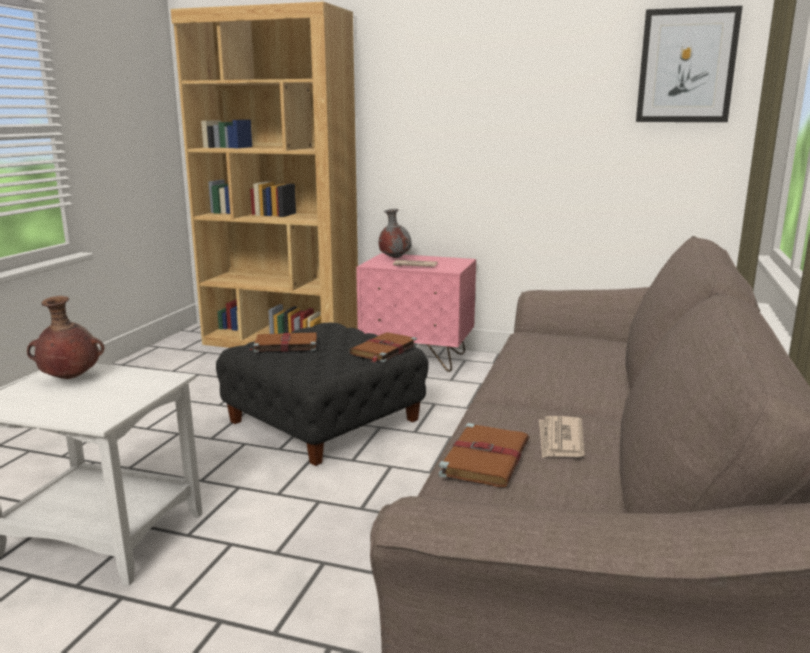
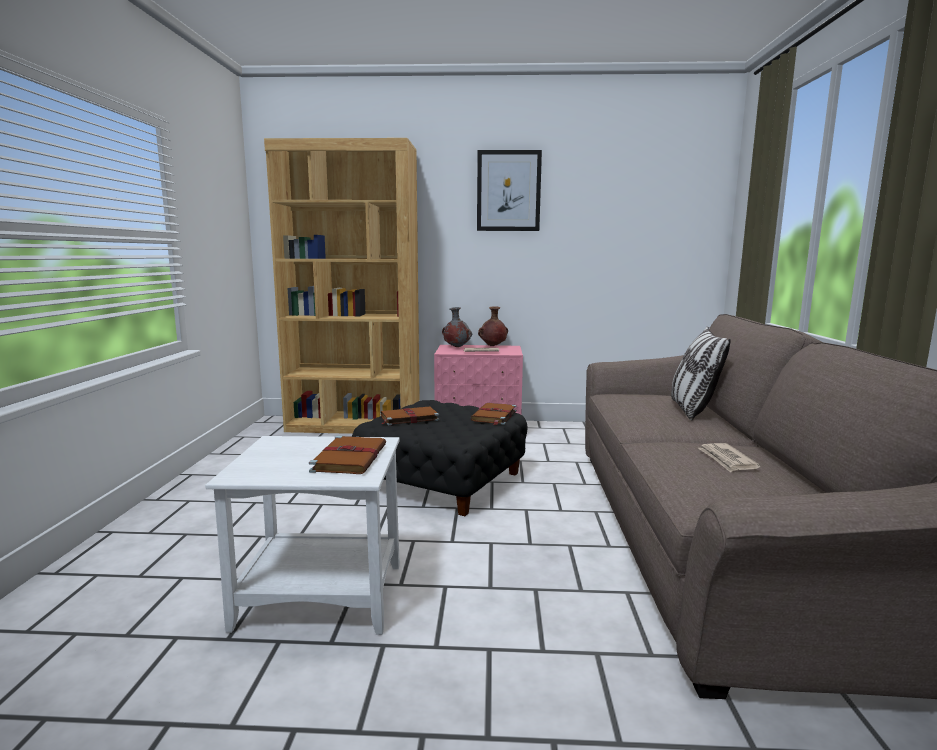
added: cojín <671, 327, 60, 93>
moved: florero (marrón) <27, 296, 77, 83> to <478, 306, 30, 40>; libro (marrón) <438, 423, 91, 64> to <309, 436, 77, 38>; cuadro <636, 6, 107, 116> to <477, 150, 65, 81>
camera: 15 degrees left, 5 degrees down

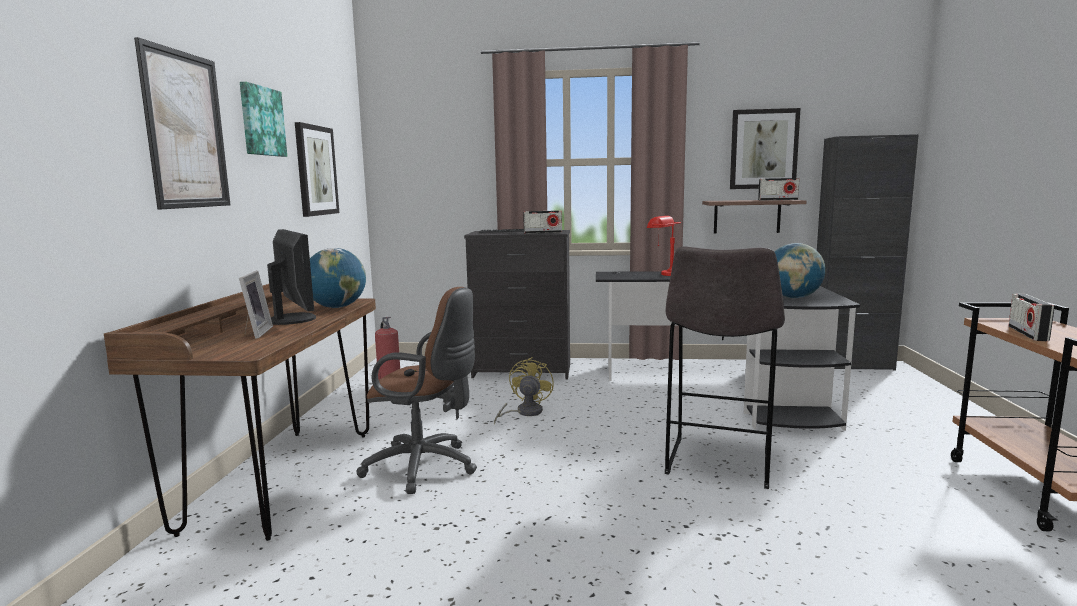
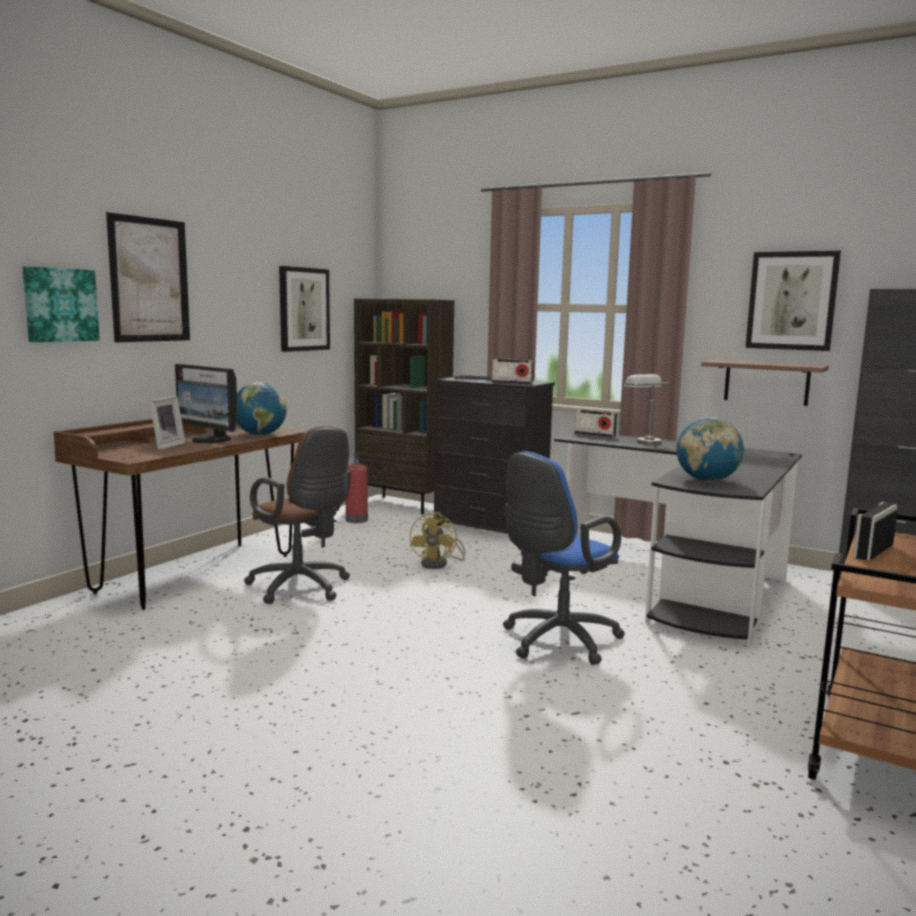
added: estantería (marrón) <354, 298, 100, 216>
moved: cuadro <240, 82, 47, 75> to <22, 266, 78, 76>; radio <758, 178, 42, 23> to <575, 409, 42, 28>
replaced: taburete (gris) <665, 246, 120, 243> to silla de oficina (azul) <503, 451, 122, 214>
recoloured: lámpara de mesa (rojo) <647, 216, 34, 60> to lámpara de mesa (gris) <624, 374, 46, 71>
turned: monitor <267, 229, 49, 96> = <175, 364, 63, 79> 135 degrees clockwise; ventilador (amarillo) <494, 357, 60, 67> = <410, 512, 56, 57> 150 degrees clockwise
camera: 25 degrees right, 0 degrees up

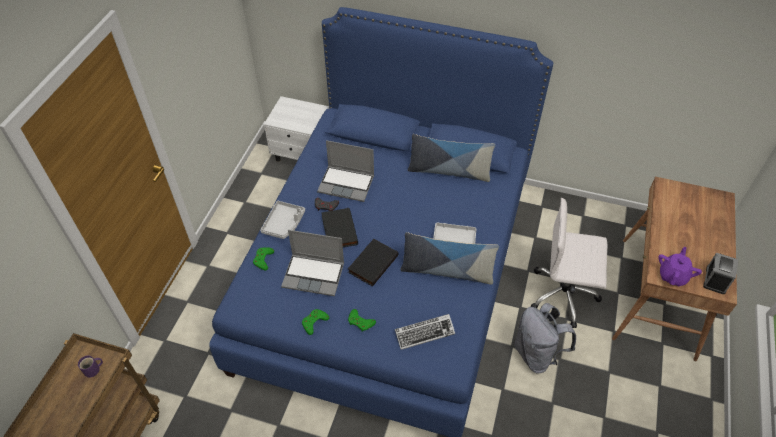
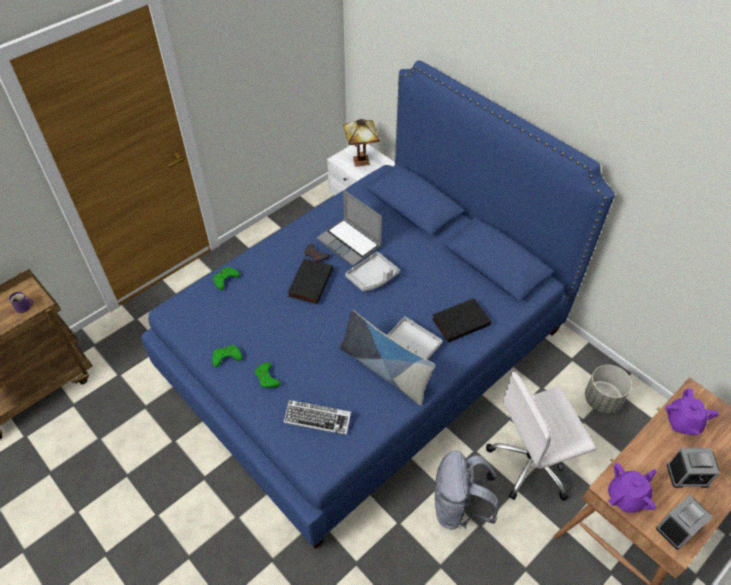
removed: portátil <281, 230, 63, 66>; cojín <408, 134, 87, 48>
added: lámpara de mesa <343, 119, 37, 47>; maceta (gris) <585, 365, 47, 48>; tetera (morado) <665, 388, 54, 47>; despertador <667, 448, 53, 40>
moved: bandeja (gris) <260, 201, 45, 38> to <345, 252, 55, 39>; libro (negro) <348, 239, 51, 47> to <432, 298, 59, 44>
turned: silla de oficina (blanco) <531, 198, 76, 130> = <486, 372, 110, 129> 60 degrees counterclockwise
camera: 30 degrees right, 0 degrees up

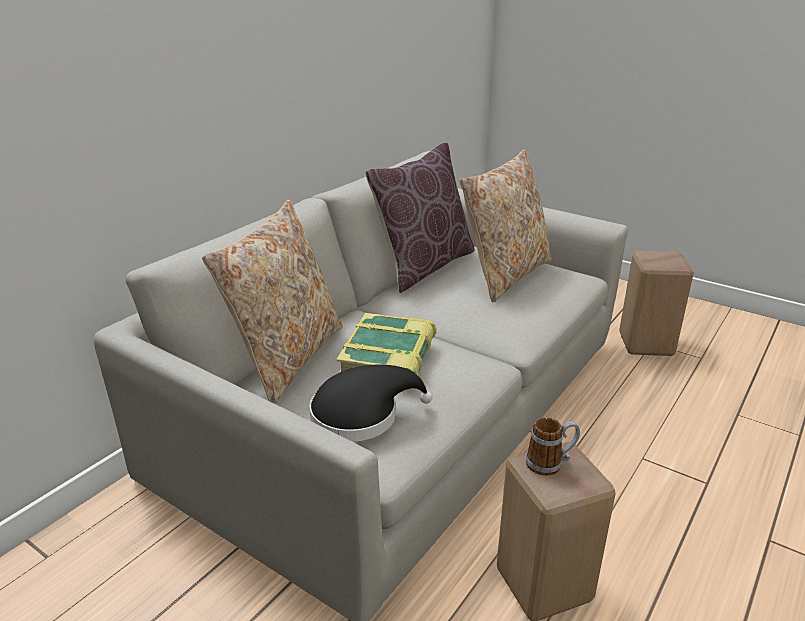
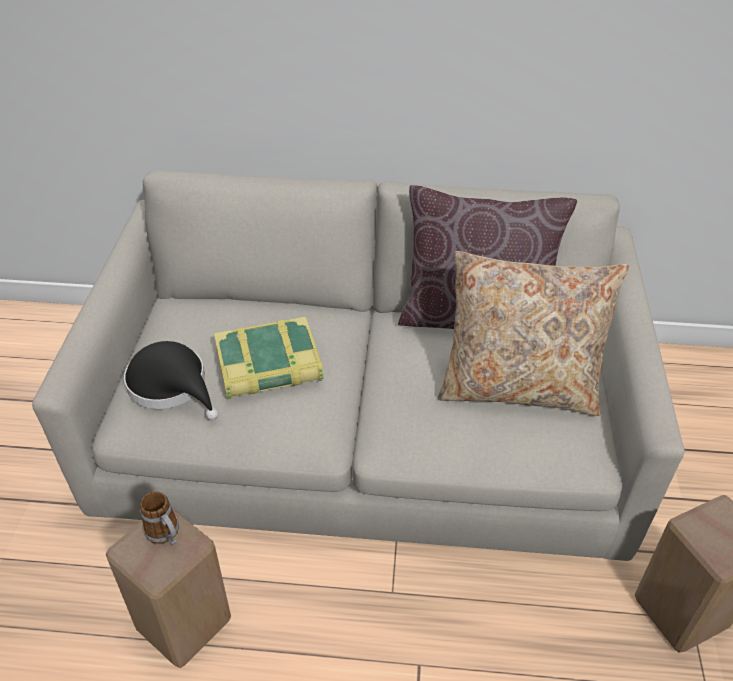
removed: cojín (beis) <202, 199, 141, 205>
camera: 60 degrees right, 15 degrees up

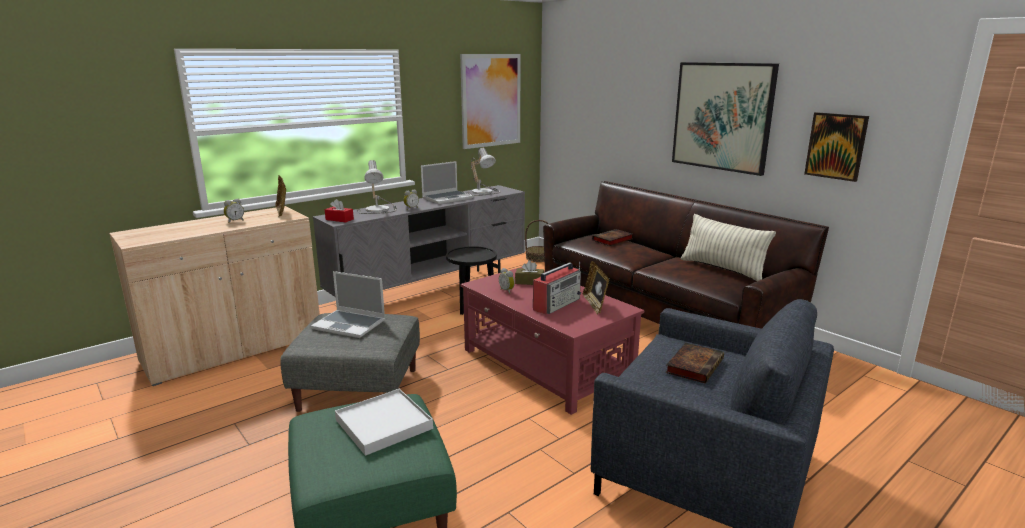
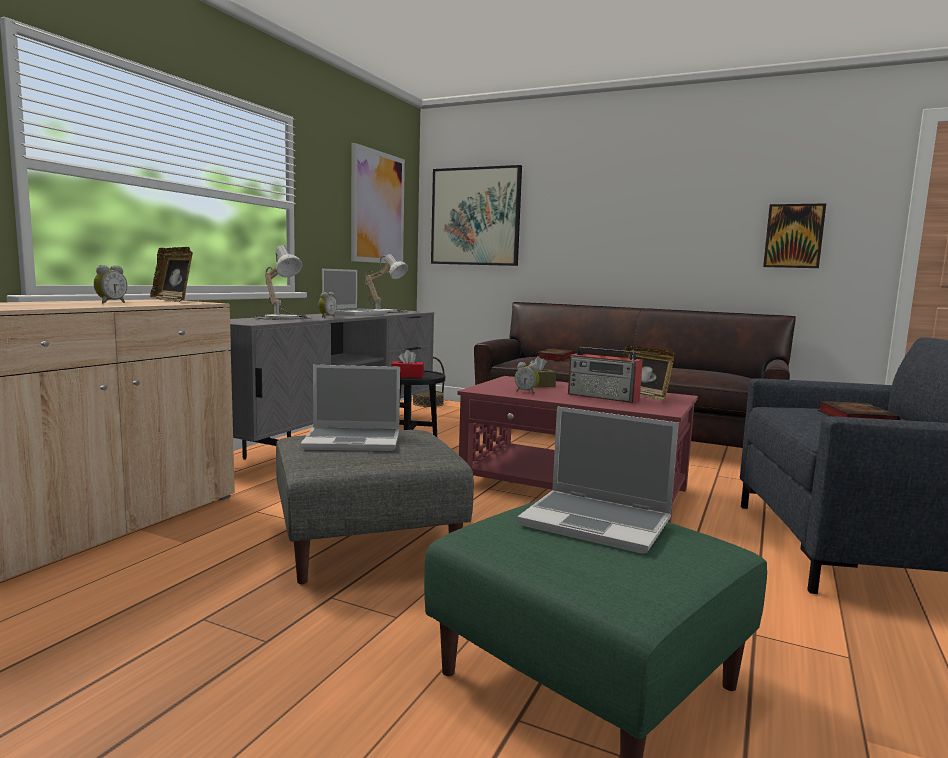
removed: cojín <681, 214, 95, 67>
moved: caja de pañuelos (rojo) <325, 199, 29, 24> to <391, 350, 33, 28>; cuadro <672, 62, 107, 114> to <431, 165, 91, 101>
replaced: bandeja (blanco) <335, 389, 98, 67> to portátil <517, 406, 162, 148>
turned: radio <533, 262, 48, 53> = <568, 347, 75, 56> 105 degrees clockwise
camera: 25 degrees left, 10 degrees down

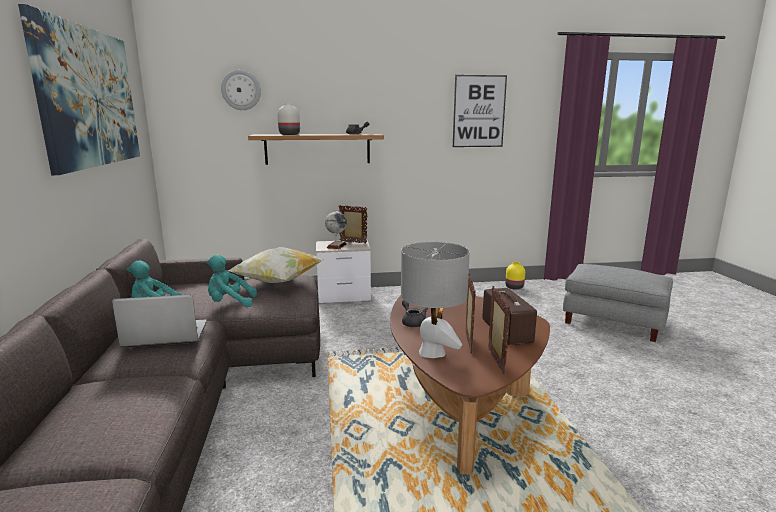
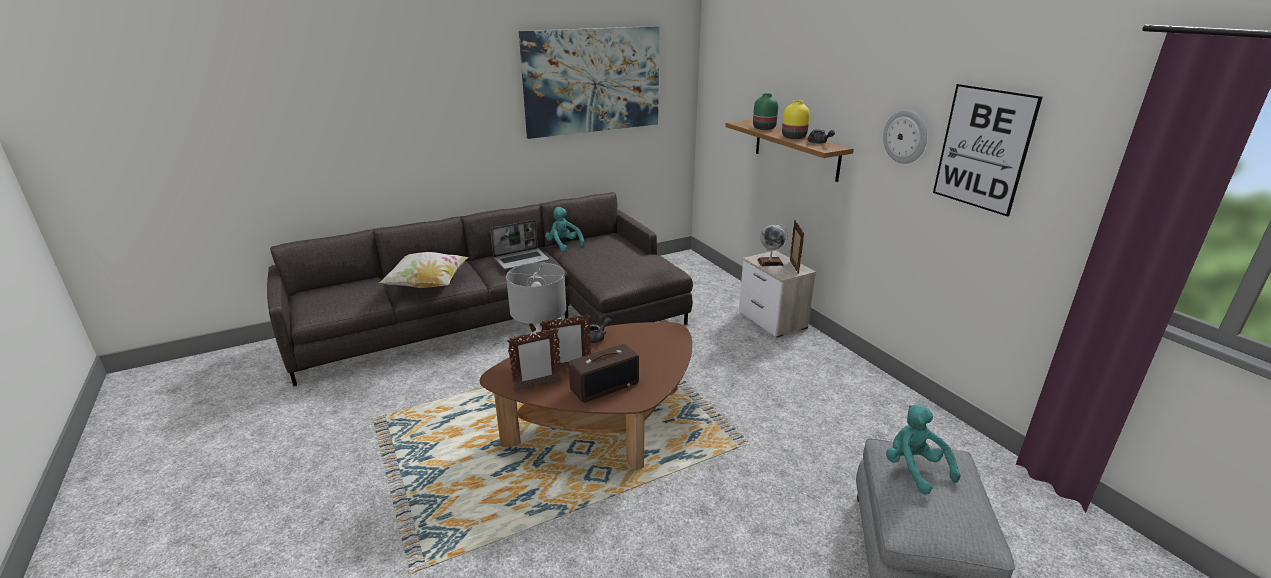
moved: peluche (turquesa) <207, 255, 50, 52> to <886, 405, 74, 90>; reloj de pared <221, 70, 40, 40> to <883, 110, 44, 54>; cojín <228, 247, 96, 36> to <379, 252, 90, 36>; florero (amarillo) <505, 262, 20, 28> to <782, 100, 28, 39>
recoloured: florero (blanco) <278, 103, 22, 32> to florero (verde) <753, 93, 25, 37>
turned: portátil <112, 294, 95, 54> = <490, 220, 60, 49> 90 degrees clockwise
camera: 70 degrees right, 10 degrees up

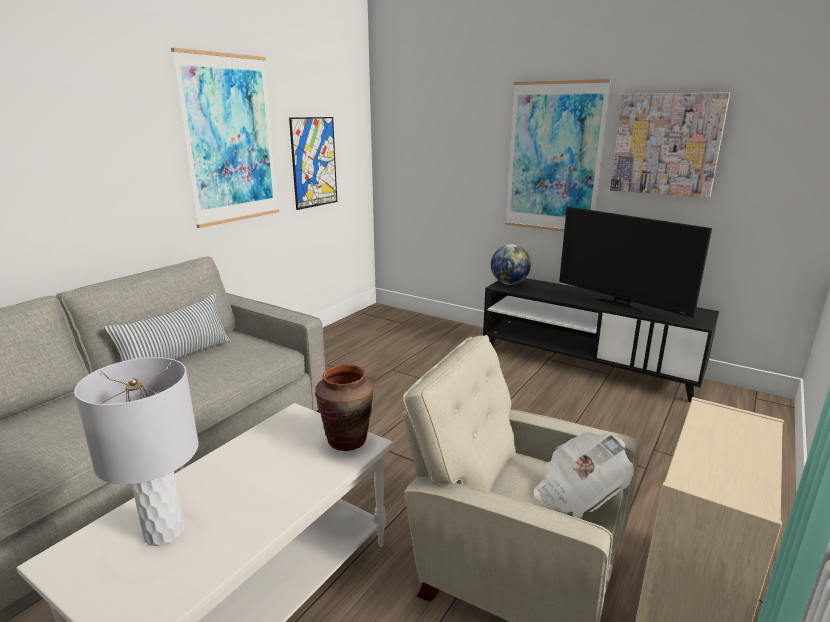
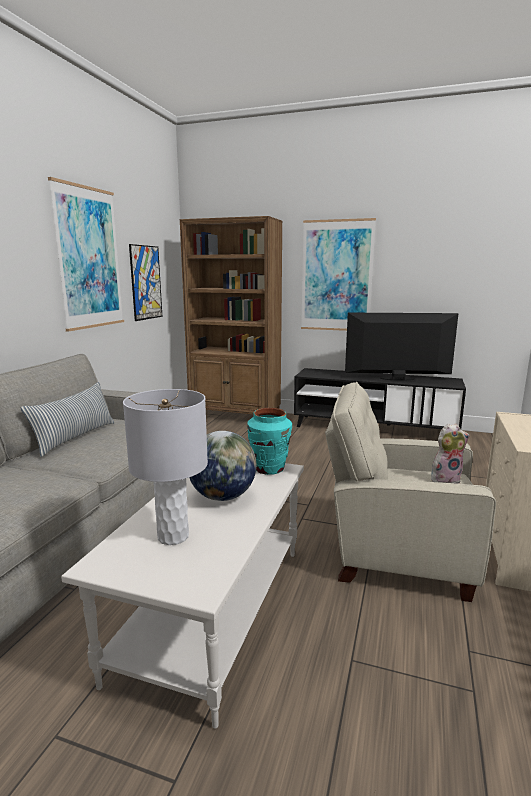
removed: cuadro <610, 92, 120, 106>
added: estantería (marrón) <180, 216, 103, 198>
moved: globo terráqueo <491, 244, 40, 41> to <189, 431, 68, 70>
replaced: periódico <533, 432, 101, 86> to peluche <431, 424, 39, 60>
recoloured: florero (marrón) <315, 365, 59, 86> to florero (turquesa) <247, 408, 45, 67>
turned: televisor <559, 207, 153, 111> = <345, 313, 114, 68> 150 degrees clockwise
camera: 15 degrees left, 5 degrees down

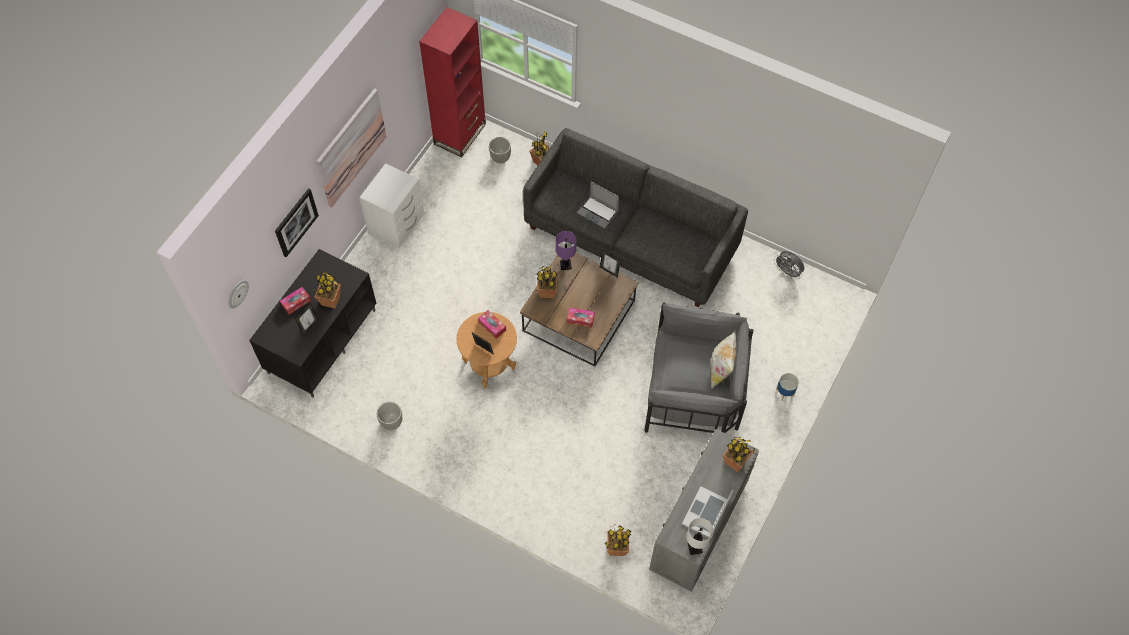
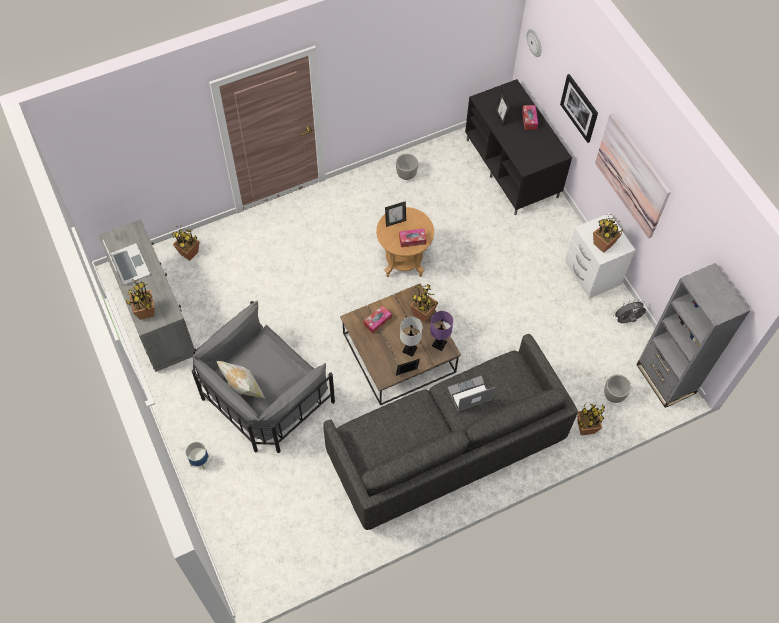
moved: planta en maceta <314, 272, 27, 37> to <593, 214, 30, 39>; lámpara de mesa (blanco) <686, 518, 27, 37> to <400, 317, 23, 40>; ventilador (gris) <774, 251, 30, 28> to <613, 300, 33, 23>
recoloured: estantería (rojo) <419, 7, 67, 150> to estantería (gris) <636, 263, 114, 145>
camera: 125 degrees right, 0 degrees up

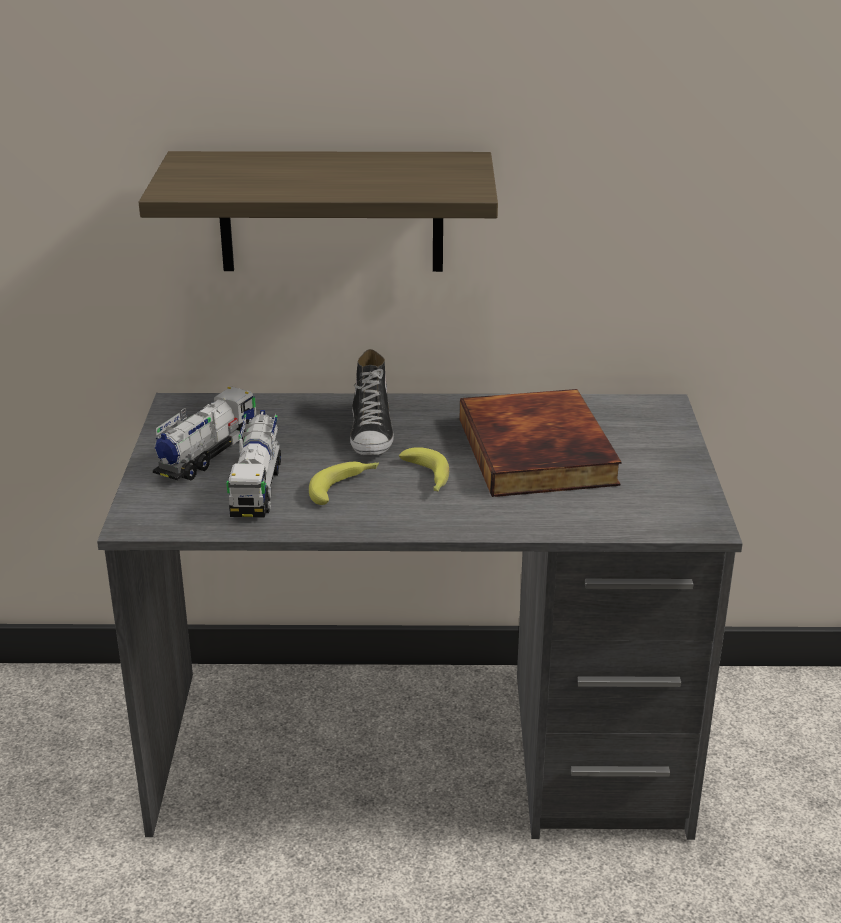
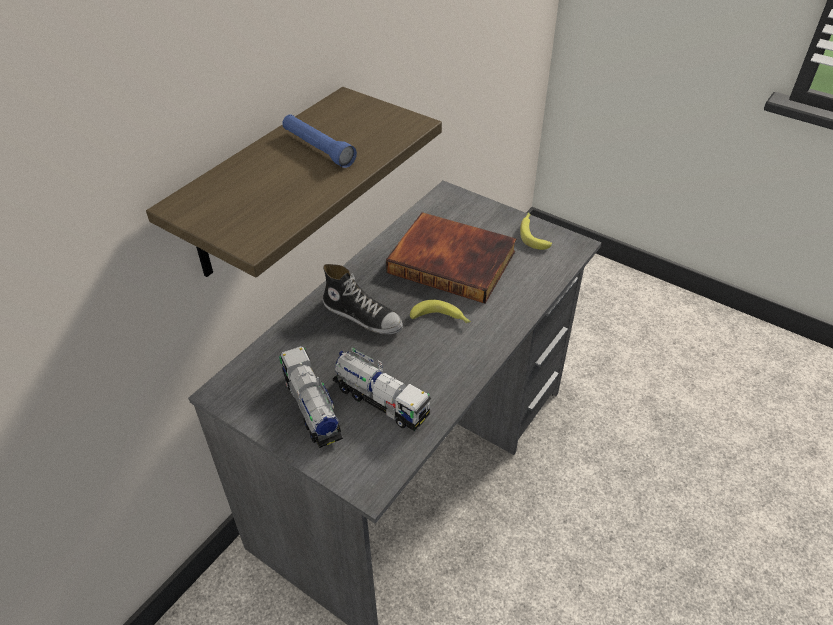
added: linterna (azul) <282, 114, 75, 54>
moved: plátano <309, 462, 70, 43> to <520, 212, 32, 38>
camera: 55 degrees left, 15 degrees up

